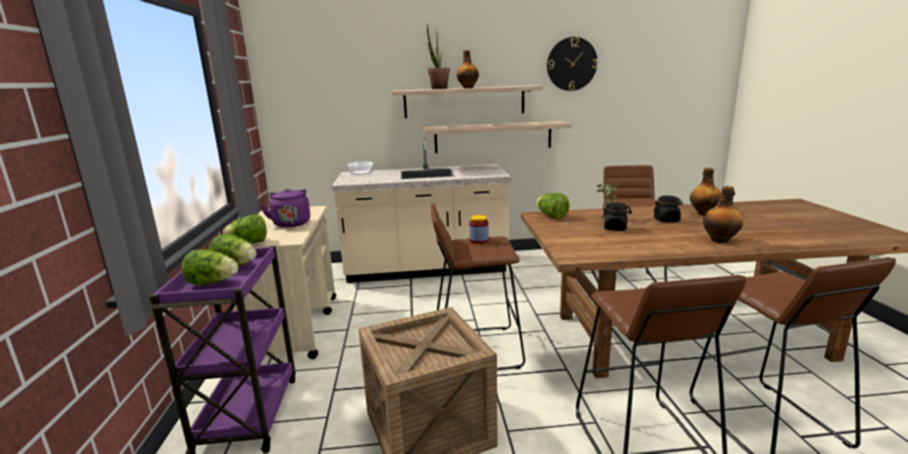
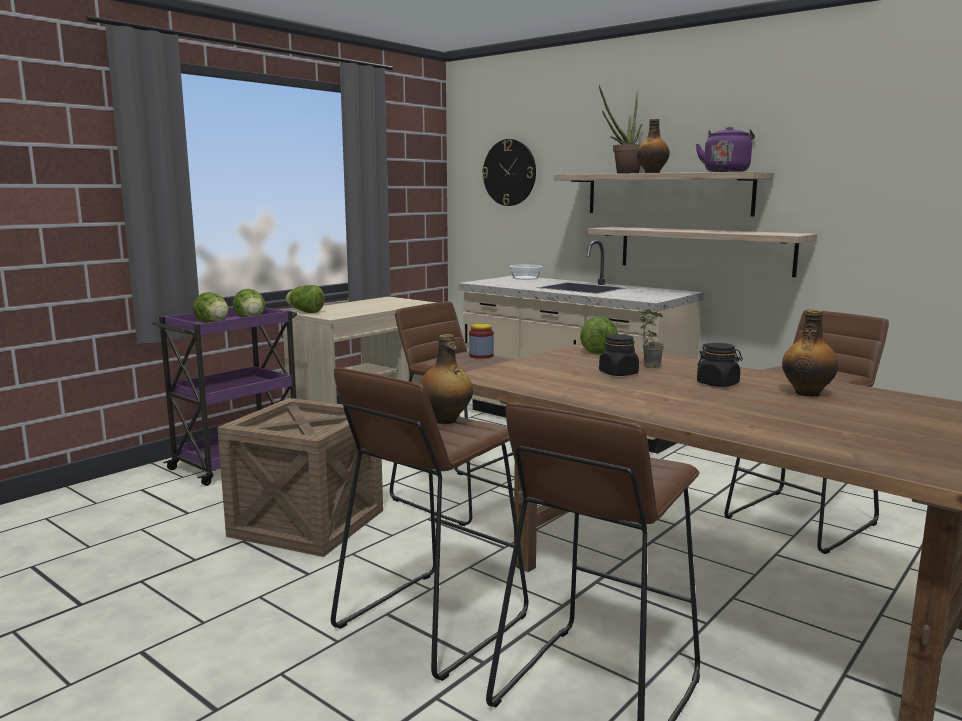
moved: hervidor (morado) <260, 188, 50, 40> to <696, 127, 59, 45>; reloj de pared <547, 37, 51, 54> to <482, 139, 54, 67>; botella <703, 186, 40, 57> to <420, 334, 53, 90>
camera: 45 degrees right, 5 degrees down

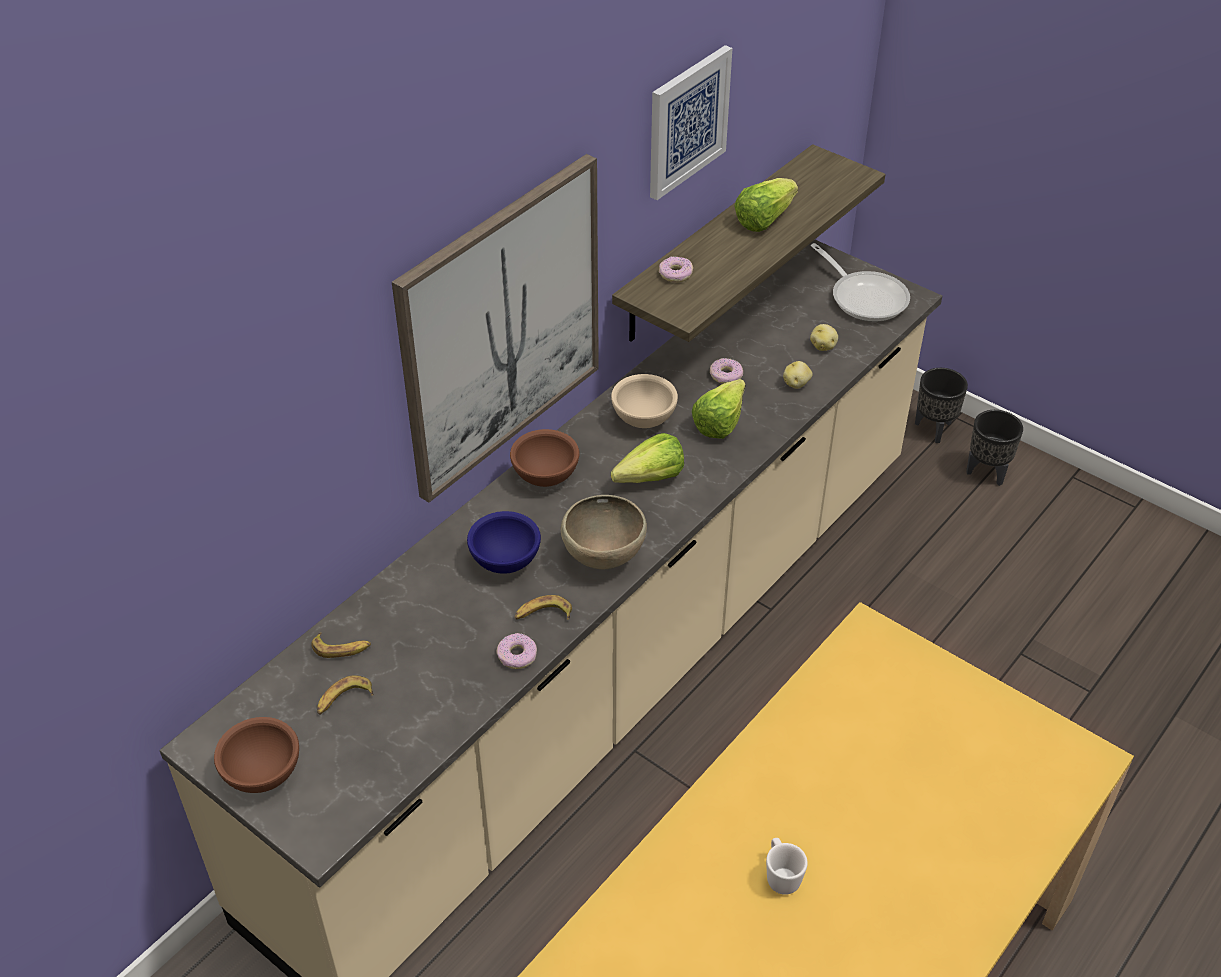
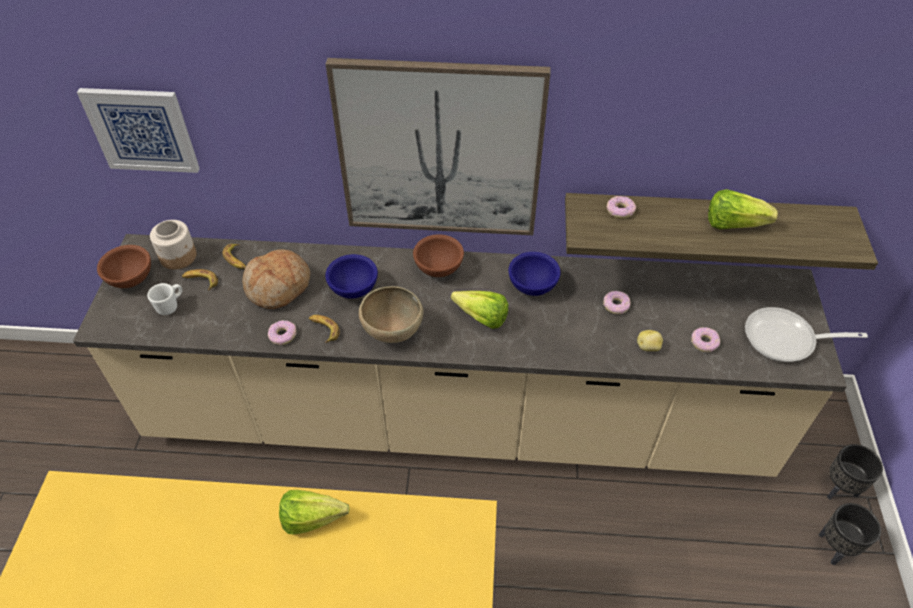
added: tarro <150, 220, 47, 50>; pan <242, 249, 69, 60>
moved: cuadro <650, 45, 82, 155> to <77, 88, 123, 85>; lechuga <692, 379, 53, 60> to <279, 490, 71, 44>; taza grande (blanco) <766, 838, 42, 57> to <147, 283, 35, 32>
replaced: patata <810, 324, 28, 27> to rosquilla <691, 327, 29, 25>
recoloured: cuenco (beis) <611, 374, 67, 54> to cuenco (azul) <509, 252, 52, 44>
turned: sartén <811, 243, 99, 79> = <745, 307, 123, 55> 75 degrees clockwise
camera: 55 degrees right, 5 degrees up

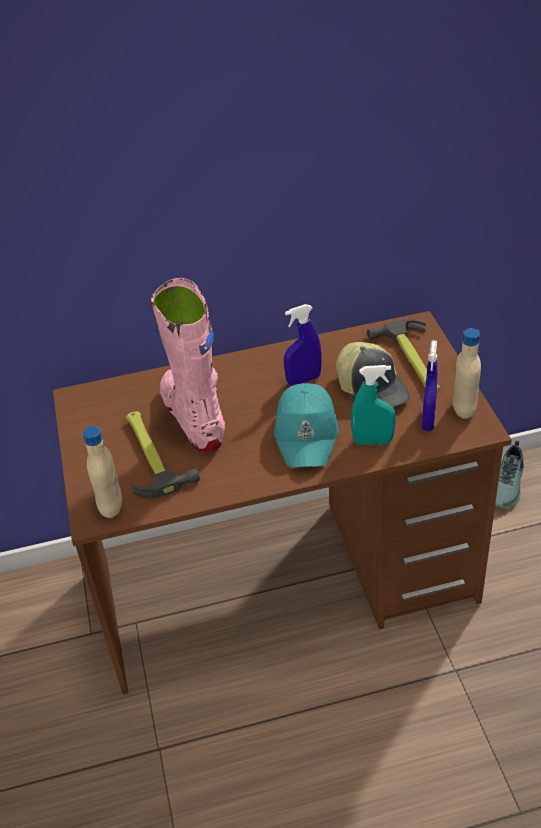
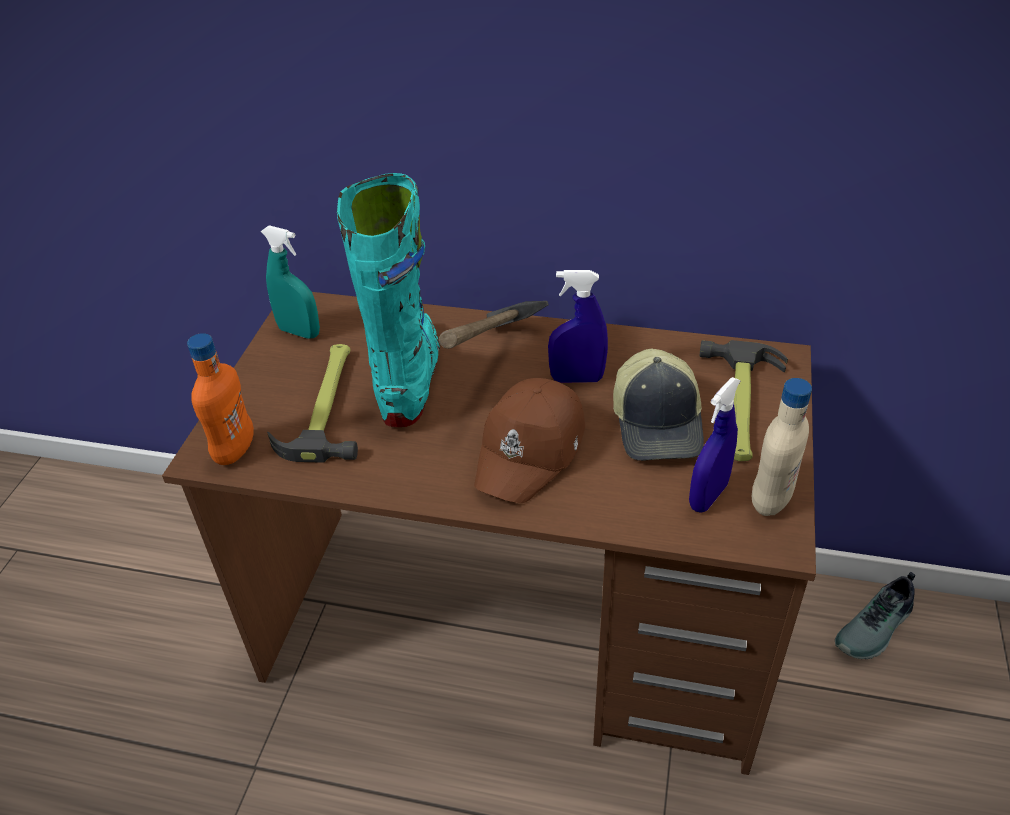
added: martillo <439, 301, 110, 48>
moved: pulverizador (turquesa) <351, 365, 45, 80> to <261, 225, 59, 114>
recoloured: botella (beis) <83, 426, 39, 92> to botella (naranja) <187, 333, 67, 132>; bota (rosa) <151, 278, 74, 174> to bota (turquesa) <337, 173, 103, 254>; gorra (turquesa) <274, 383, 65, 84> to gorra (marrón) <474, 378, 111, 125>
camera: 25 degrees right, 0 degrees up

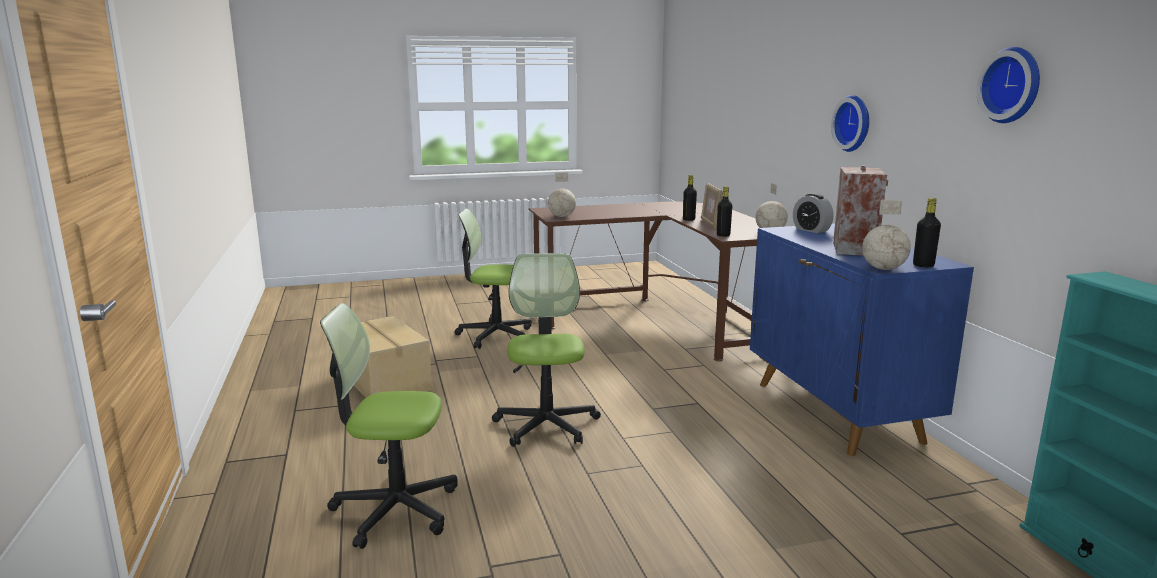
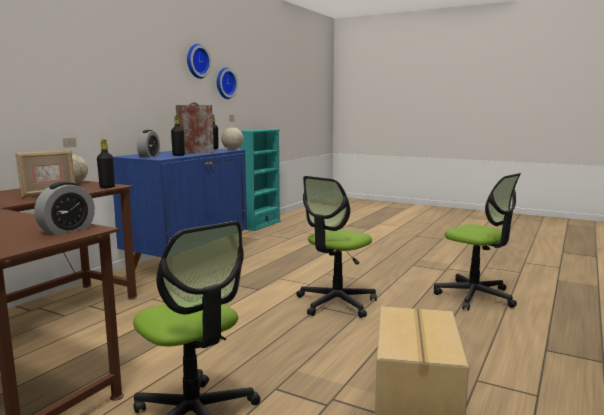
moved: botella (negro) <683, 175, 14, 46> to <171, 116, 14, 40>; reloj de pared <831, 95, 38, 57> to <217, 67, 21, 32>
replaced: globo terráqueo <548, 173, 28, 44> to despertador <34, 182, 61, 53>
camera: 135 degrees left, 5 degrees down

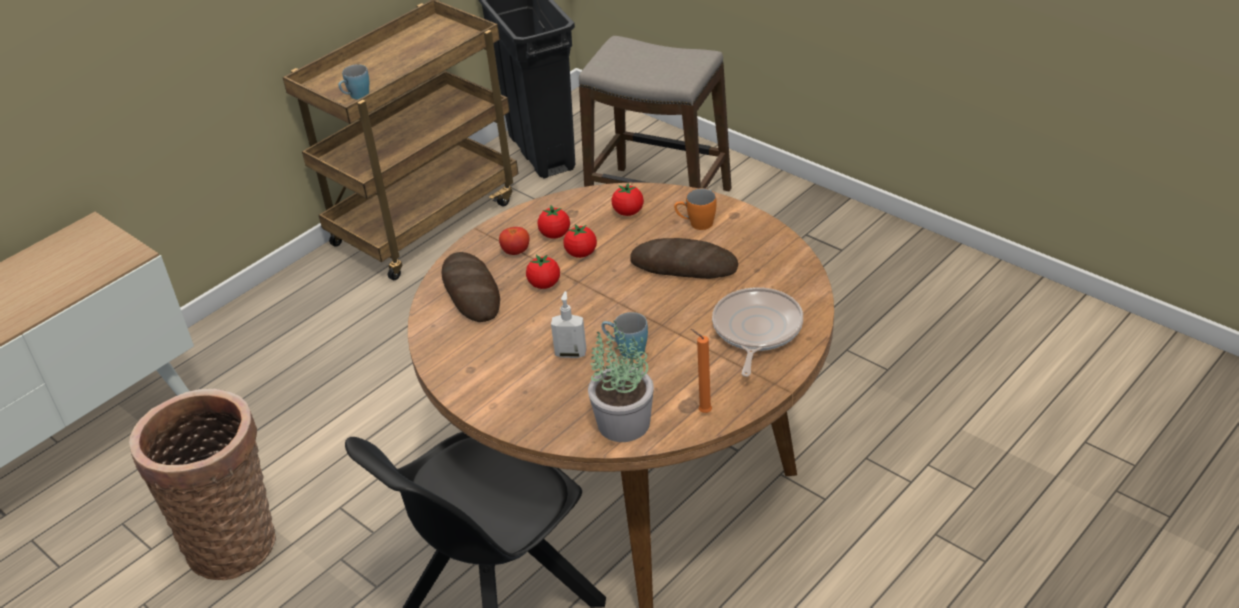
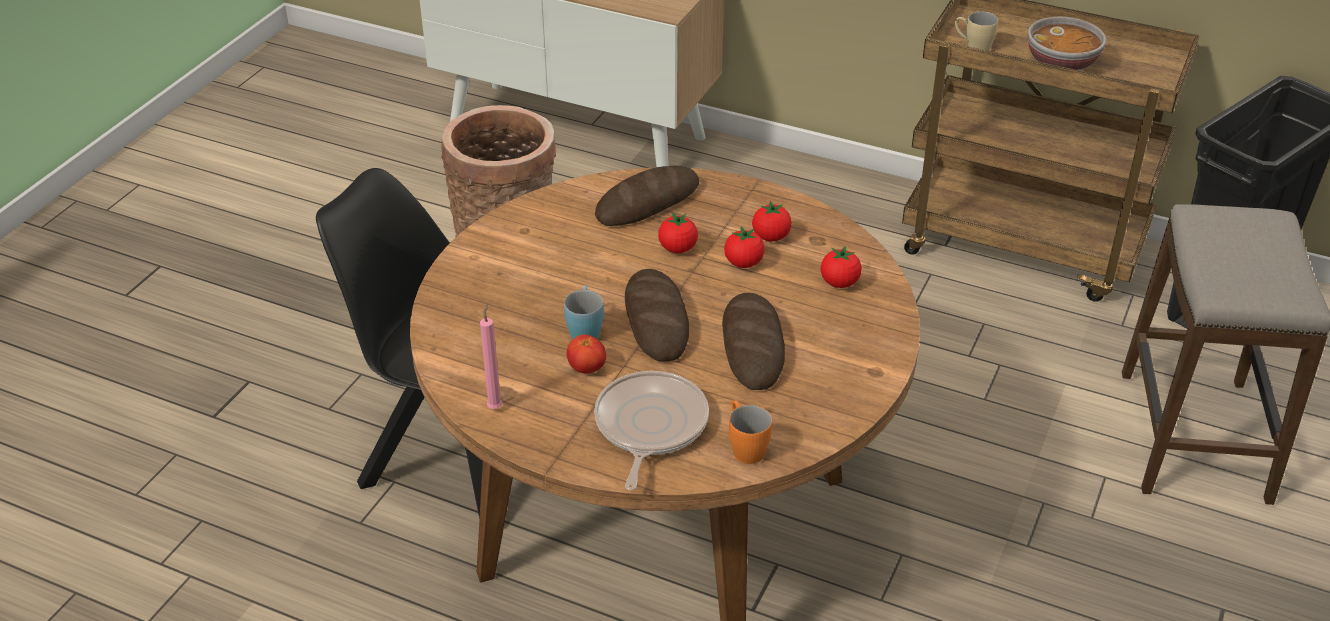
removed: dispensador de jabón <551, 291, 35, 67>; planta en maceta <588, 321, 66, 121>
added: pan <625, 269, 64, 93>; cuenco <1028, 16, 78, 55>
moved: tomate <499, 227, 31, 28> to <566, 335, 40, 38>; taza grande (naranja) <674, 188, 42, 42> to <729, 400, 43, 64>
recoloured: taza grande (azul) <338, 64, 31, 35> to taza grande (beis) <955, 11, 43, 40>; vela (naranja) <691, 329, 21, 84> to vela (rosa) <480, 303, 23, 106>
turned: sartén <712, 287, 91, 90> = <594, 371, 115, 119> 75 degrees counterclockwise
camera: 70 degrees right, 0 degrees up

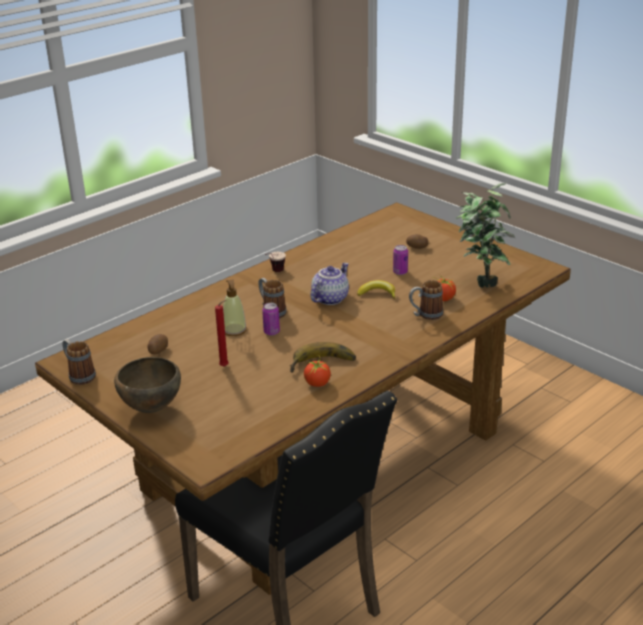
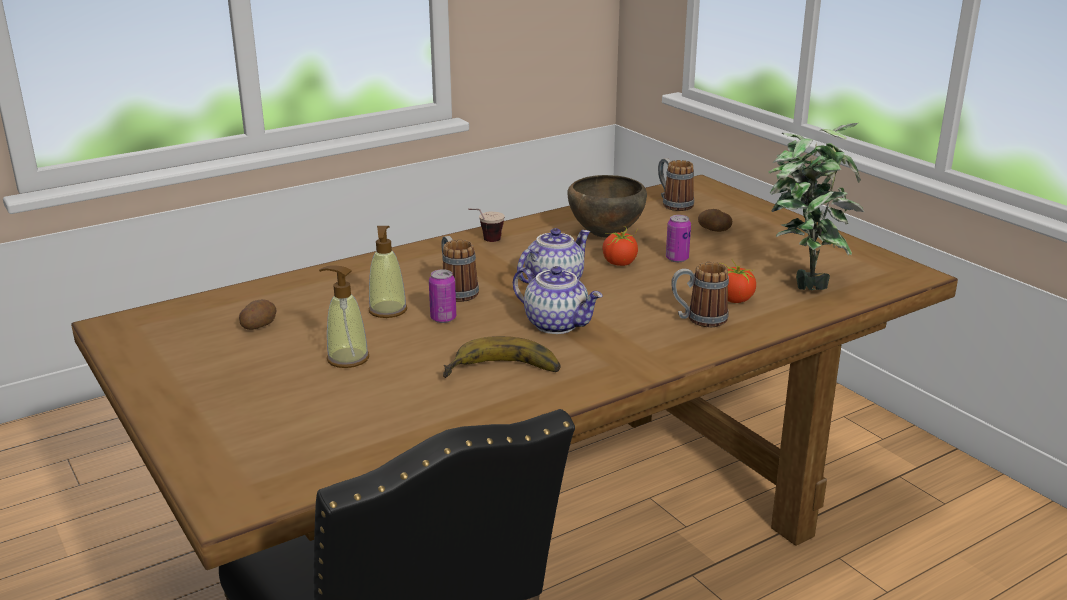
removed: plátano <357, 280, 39, 19>
added: tetera <513, 266, 90, 68>
moved: taza grande <62, 339, 34, 46> to <658, 158, 36, 53>; cuenco (marrón) <114, 357, 67, 56> to <567, 175, 80, 63>; tomate <304, 355, 27, 32> to <603, 226, 35, 40>
replaced: vela (rojo) <215, 300, 14, 67> to dispensador de jabón <319, 265, 50, 103>
camera: 10 degrees right, 5 degrees down

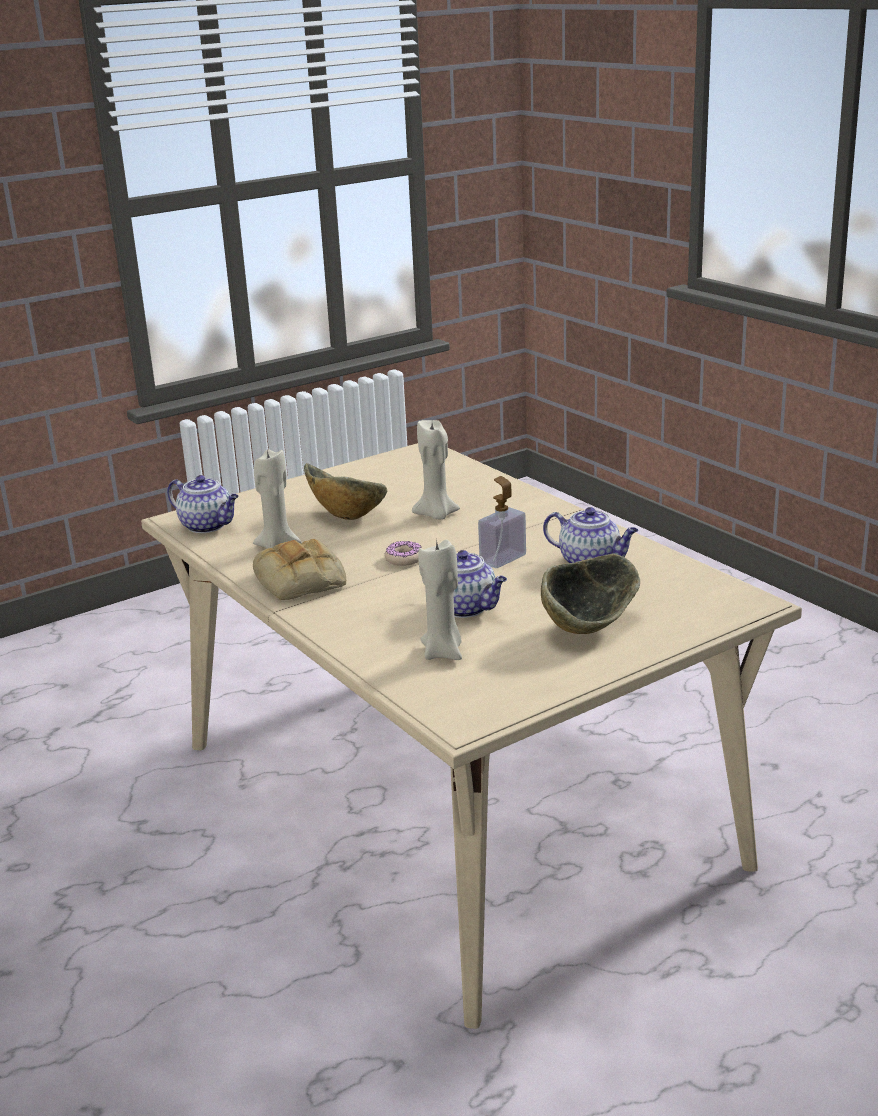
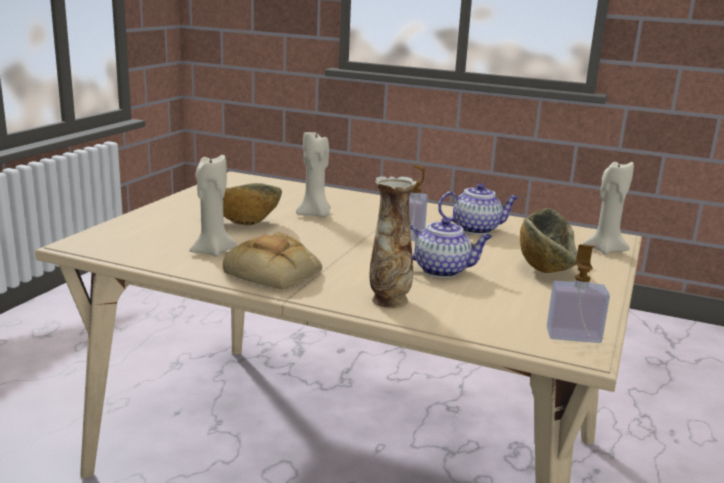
removed: tetera <167, 475, 72, 58>; rosquilla <385, 541, 36, 25>
added: florero <370, 176, 47, 132>; dispensador de jabón <547, 244, 63, 99>
moved: vela (beis) <418, 538, 44, 122> to <583, 161, 51, 94>
camera: 35 degrees left, 5 degrees down

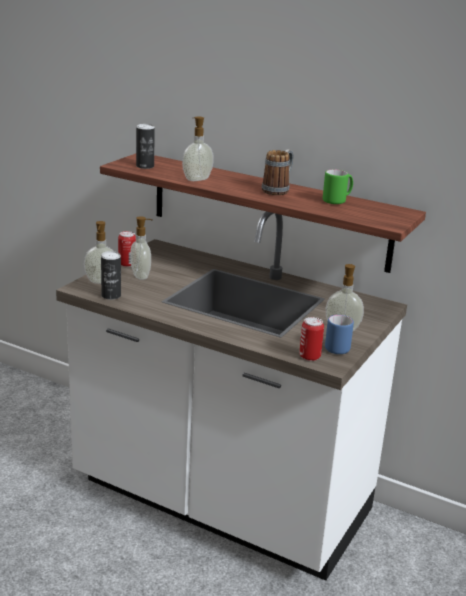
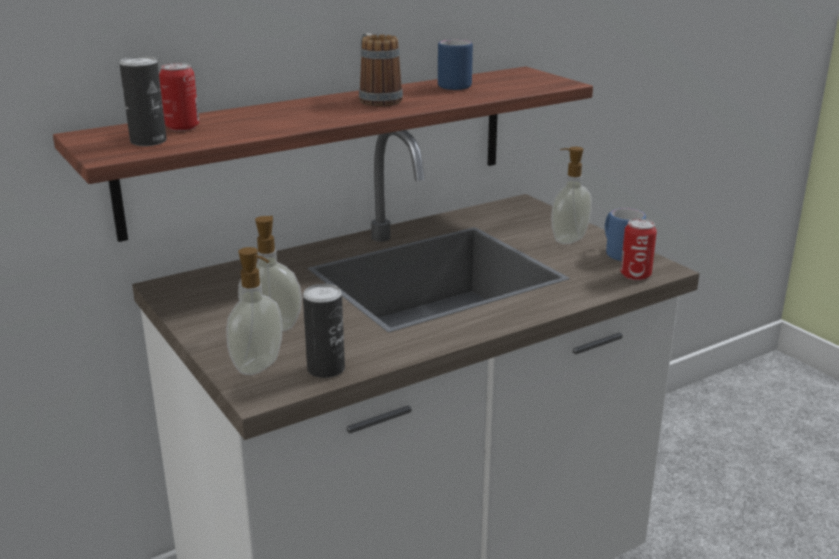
removed: dispensador de jabón <182, 117, 32, 64>
moved: lata <118, 231, 18, 36> to <159, 63, 40, 68>
recoloured: taza grande (verde) <323, 169, 30, 35> to taza grande (azul) <438, 40, 35, 50>
camera: 60 degrees left, 0 degrees up

